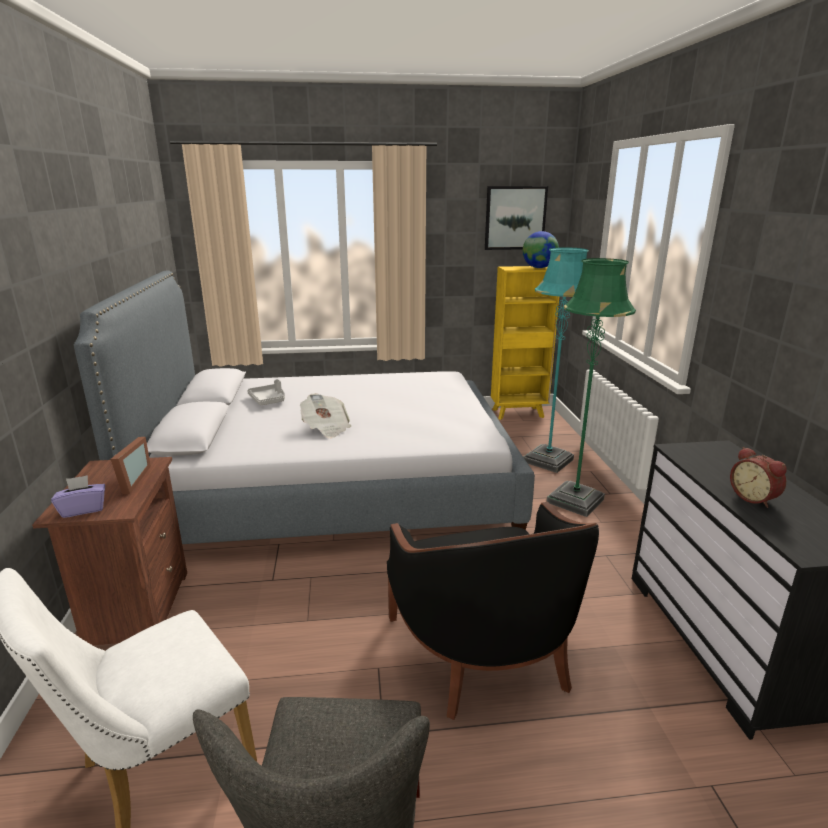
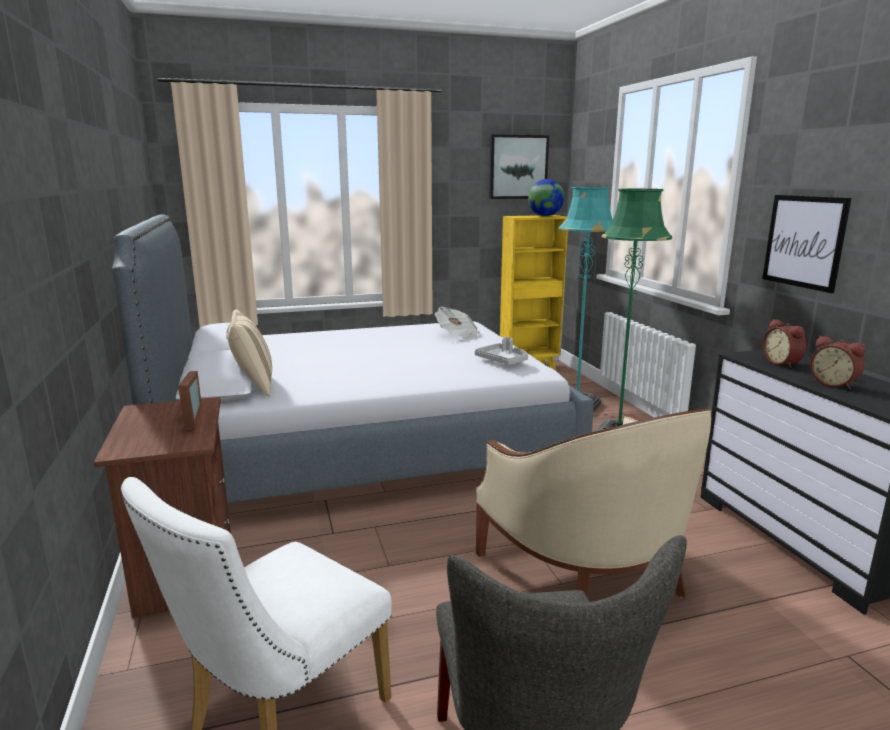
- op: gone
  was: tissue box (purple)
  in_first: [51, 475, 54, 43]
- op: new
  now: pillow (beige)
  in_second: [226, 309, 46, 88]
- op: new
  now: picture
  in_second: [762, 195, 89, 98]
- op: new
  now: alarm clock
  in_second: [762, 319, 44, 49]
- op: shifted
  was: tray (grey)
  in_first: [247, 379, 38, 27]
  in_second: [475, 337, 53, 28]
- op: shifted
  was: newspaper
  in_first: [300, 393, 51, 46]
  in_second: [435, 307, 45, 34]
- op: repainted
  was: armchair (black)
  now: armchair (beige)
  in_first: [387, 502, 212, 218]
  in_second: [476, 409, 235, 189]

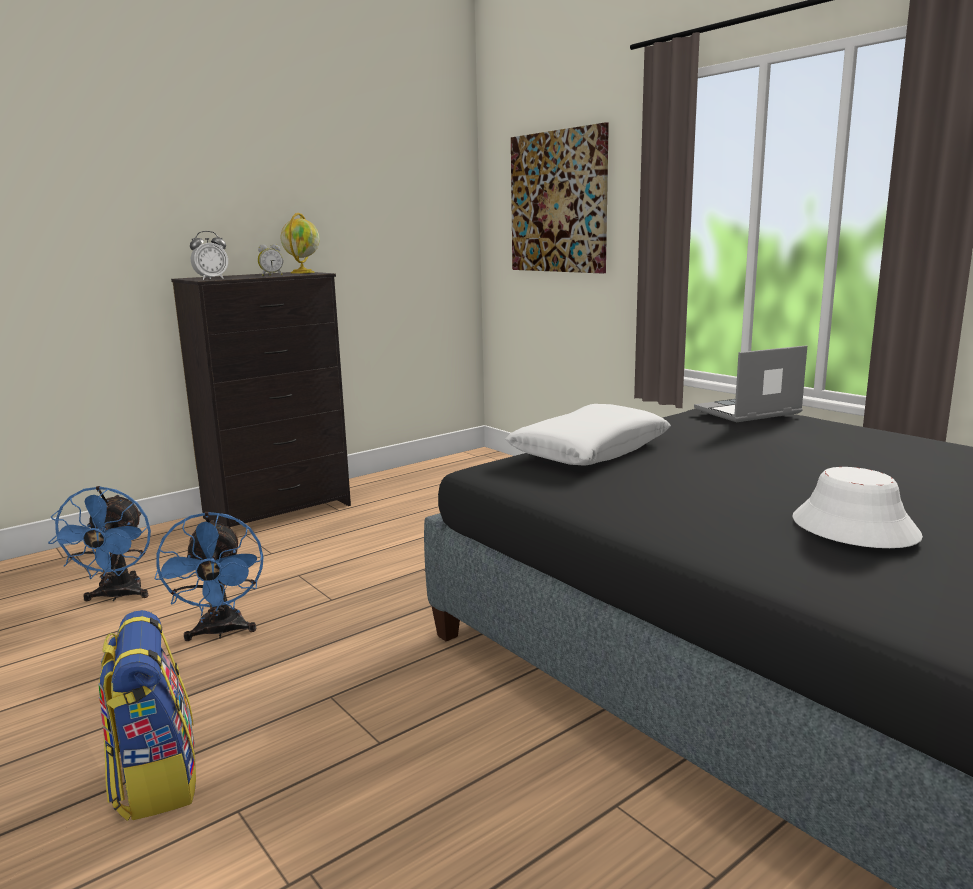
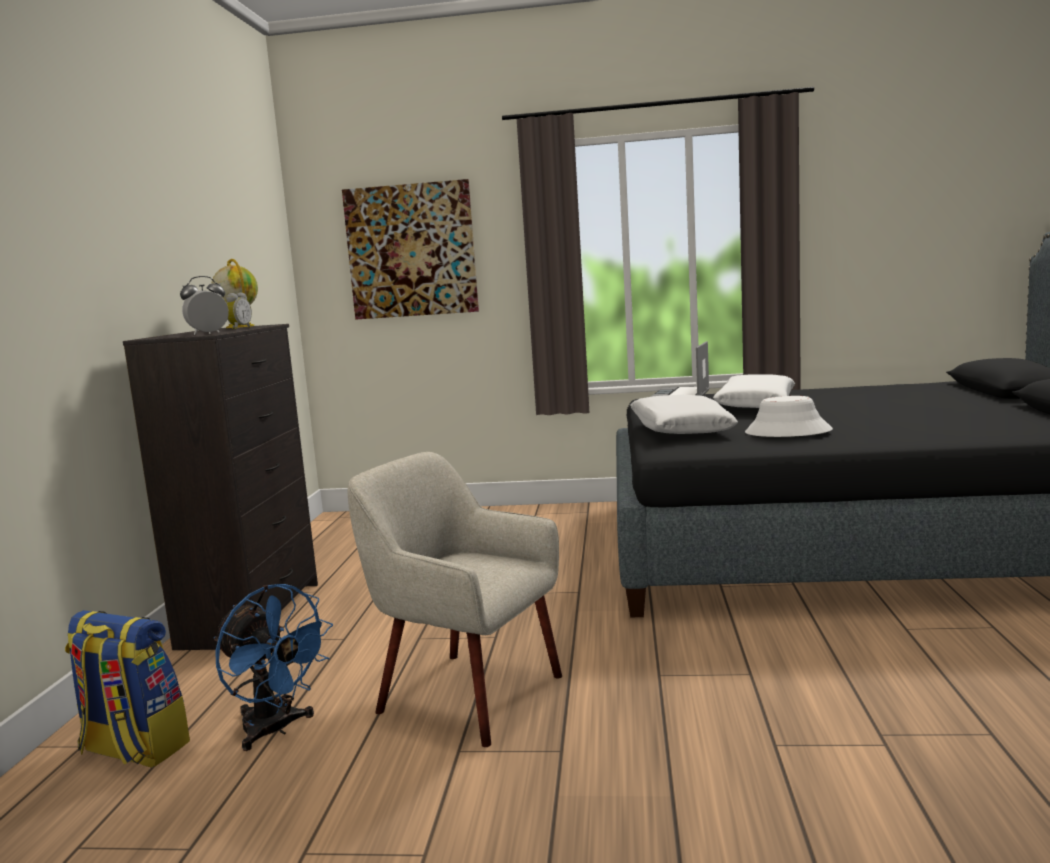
- op: new
  now: pillow (white)
  in_second: [713, 374, 82, 34]
- op: shifted
  was: backpack
  in_first: [98, 610, 98, 211]
  in_second: [65, 610, 125, 158]
- op: shifted
  was: hat (white)
  in_first: [793, 467, 130, 81]
  in_second: [745, 396, 88, 41]
- op: swapped
  was: fan (blue)
  now: armchair (beige)
  in_first: [155, 512, 108, 129]
  in_second: [348, 452, 214, 295]
- op: rotated
  was: alarm clock
  in_first: [190, 231, 38, 49]
  in_second: [180, 276, 49, 59]
  clockwise: -135

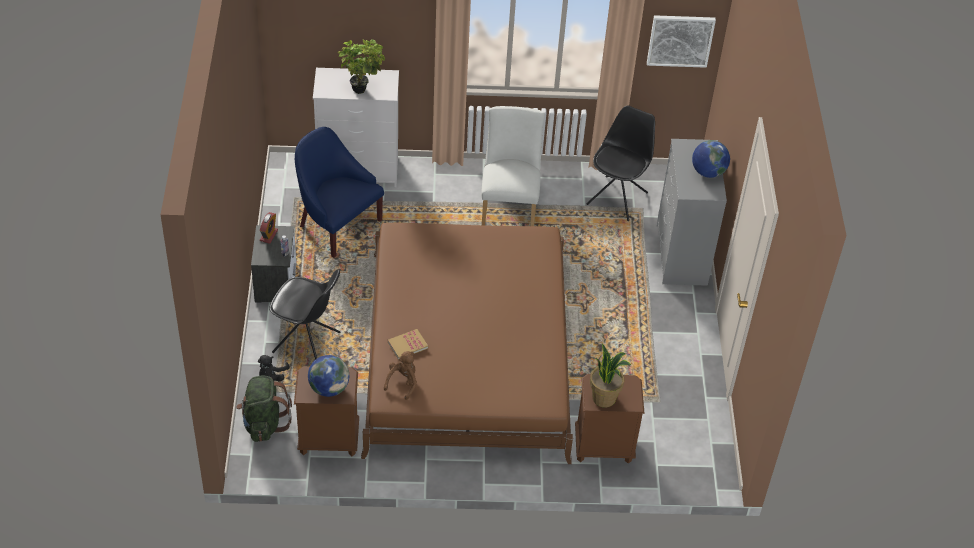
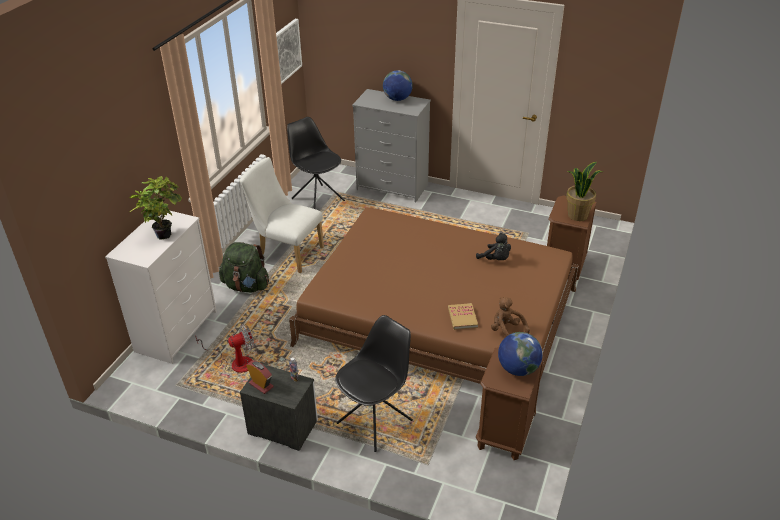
- op: shifted
  was: backpack (green)
  in_first: [236, 375, 56, 67]
  in_second: [219, 242, 50, 50]
- op: shifted
  was: plush toy (black)
  in_first: [258, 355, 32, 27]
  in_second: [476, 233, 35, 27]
- op: swapped
  was: armchair (blue)
  now: fan
  in_first: [295, 127, 89, 131]
  in_second: [195, 324, 59, 49]

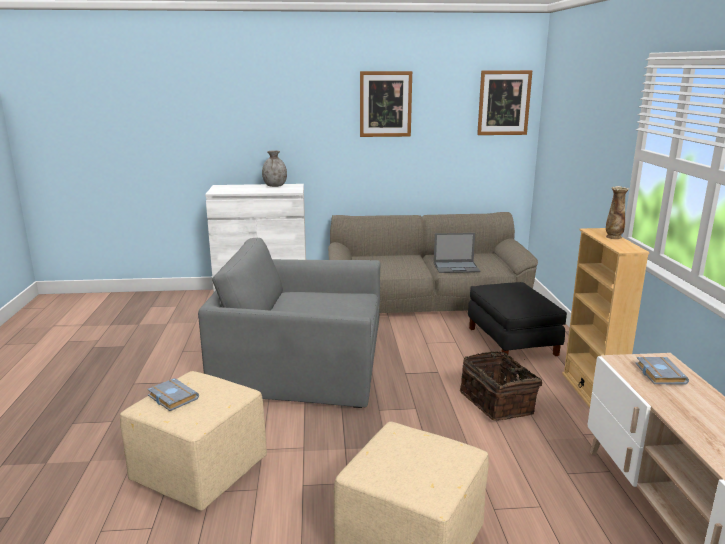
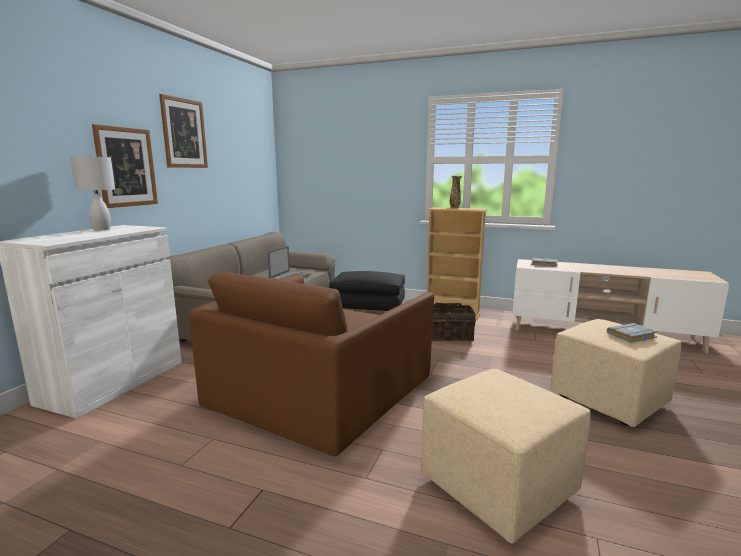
- op: shifted
  was: book (grey)
  in_first: [147, 378, 52, 33]
  in_second: [607, 323, 51, 20]
- op: shifted
  was: picture
  in_first: [477, 70, 55, 65]
  in_second: [92, 124, 66, 84]
- op: swapped
  was: vase (grey)
  now: table lamp (white)
  in_first: [262, 151, 25, 36]
  in_second: [71, 156, 44, 75]
- op: repainted
  was: armchair (grey)
  now: armchair (brown)
  in_first: [198, 238, 183, 170]
  in_second: [189, 272, 245, 184]

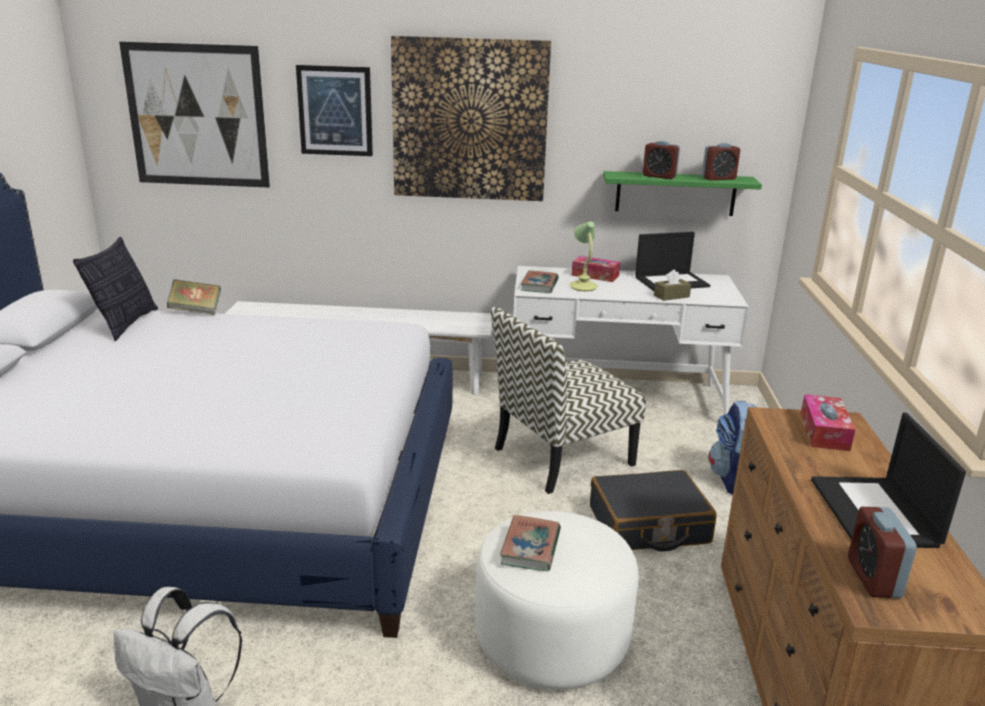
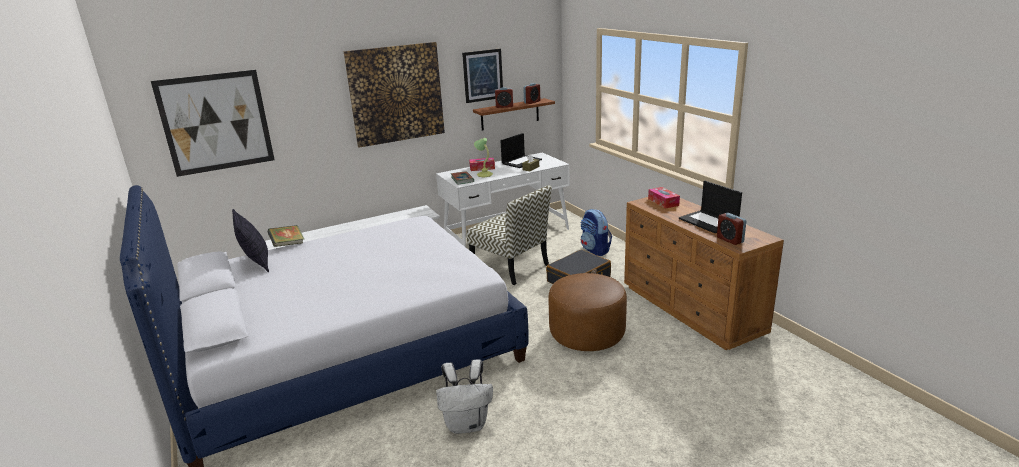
- op: gone
  was: book
  in_first: [500, 515, 61, 56]
- op: shifted
  was: picture
  in_first: [296, 65, 77, 91]
  in_second: [462, 49, 41, 54]
- op: repainted
  was: ottoman (white)
  now: ottoman (brown)
  in_first: [475, 511, 164, 179]
  in_second: [548, 273, 79, 78]
- op: repainted
  was: shelf (green)
  now: shelf (brown)
  in_first: [603, 171, 159, 45]
  in_second: [473, 98, 82, 32]
- op: rotated
  was: chair
  in_first: [491, 307, 155, 187]
  in_second: [466, 185, 86, 100]
  clockwise: -75

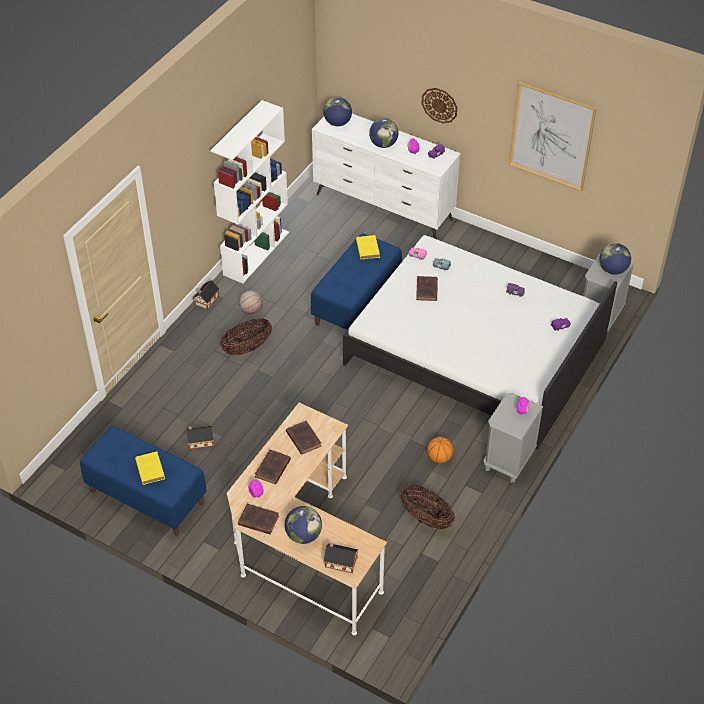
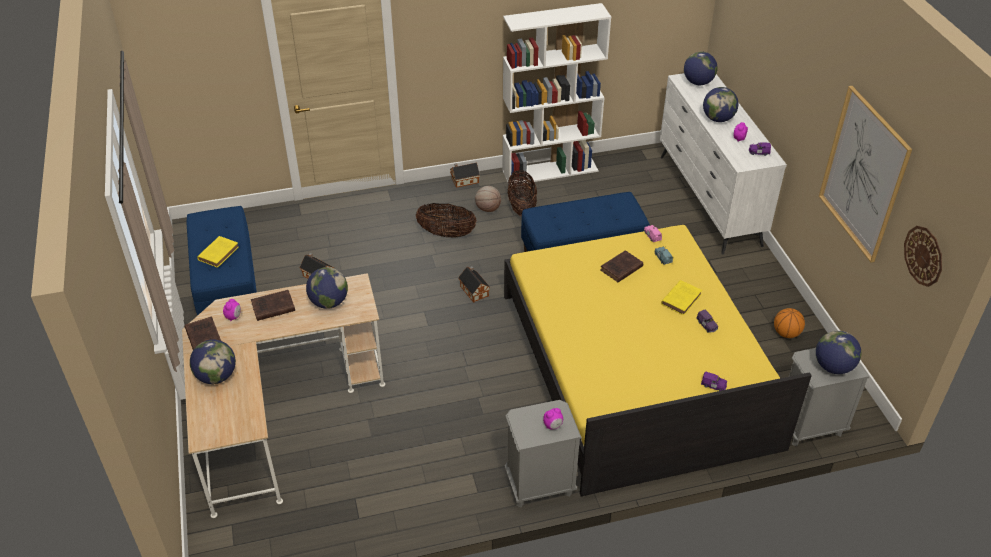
- op: shifted
  was: toy house
  in_first: [323, 542, 36, 31]
  in_second: [458, 266, 32, 37]
- op: shifted
  was: book (yellow)
  in_first: [356, 235, 24, 24]
  in_second: [661, 280, 41, 35]
- op: shifted
  was: basket
  in_first: [400, 484, 55, 46]
  in_second: [508, 170, 29, 46]
- op: shifted
  was: wall clock
  in_first: [421, 88, 36, 35]
  in_second: [904, 226, 38, 61]
- op: shifted
  was: basketball
  in_first: [427, 437, 26, 26]
  in_second: [774, 308, 31, 30]
- op: swapped
  was: book (brown)
  now: globe
  in_first: [286, 421, 35, 34]
  in_second: [306, 267, 42, 42]
- op: repainted
  was: bed (white)
  now: bed (yellow)
  in_first: [343, 235, 274, 215]
  in_second: [504, 225, 308, 271]

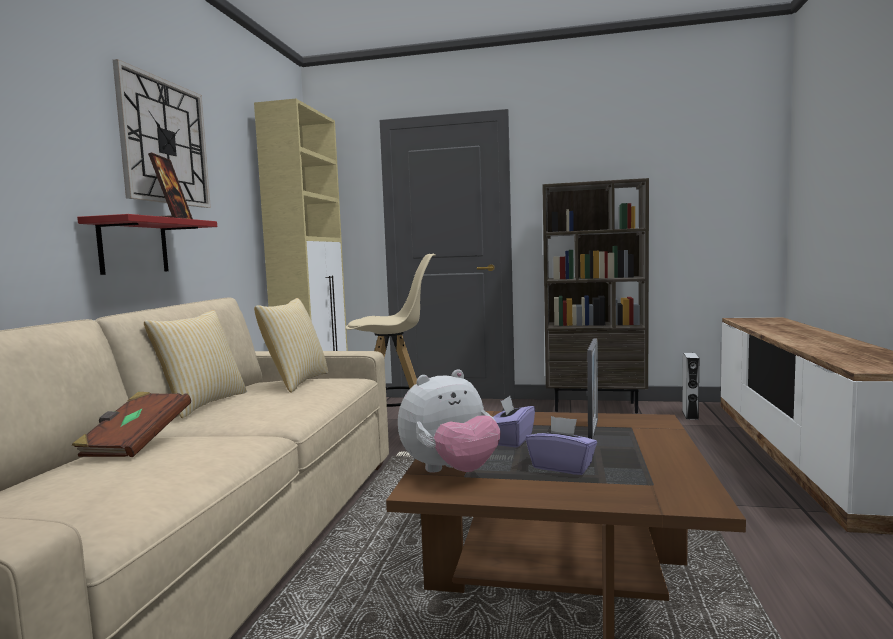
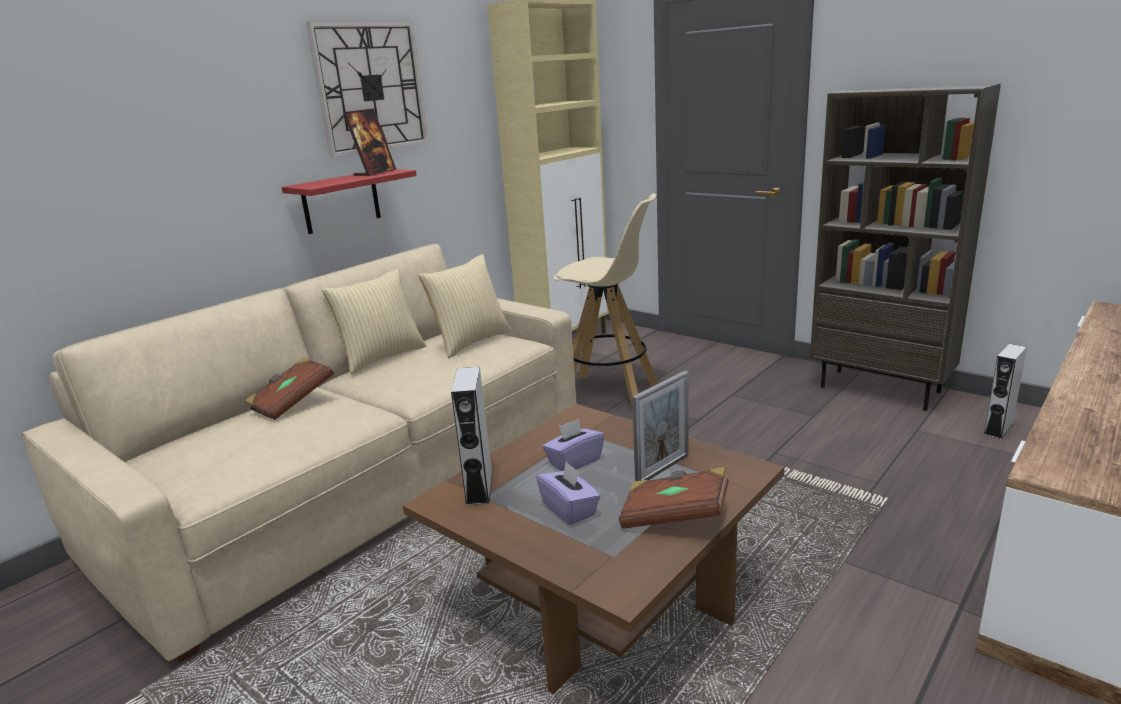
- op: new
  now: book (brown)
  in_second: [619, 467, 110, 62]
- op: swapped
  was: plush toy
  now: speaker (grey)
  in_first: [398, 369, 103, 104]
  in_second: [451, 367, 42, 138]

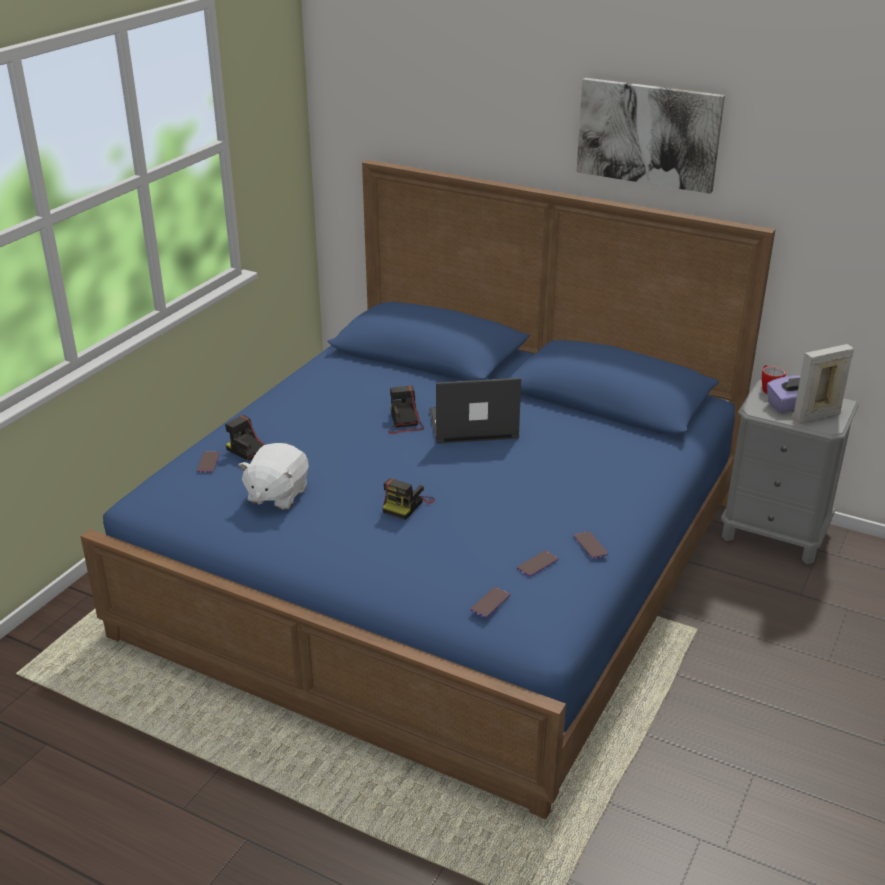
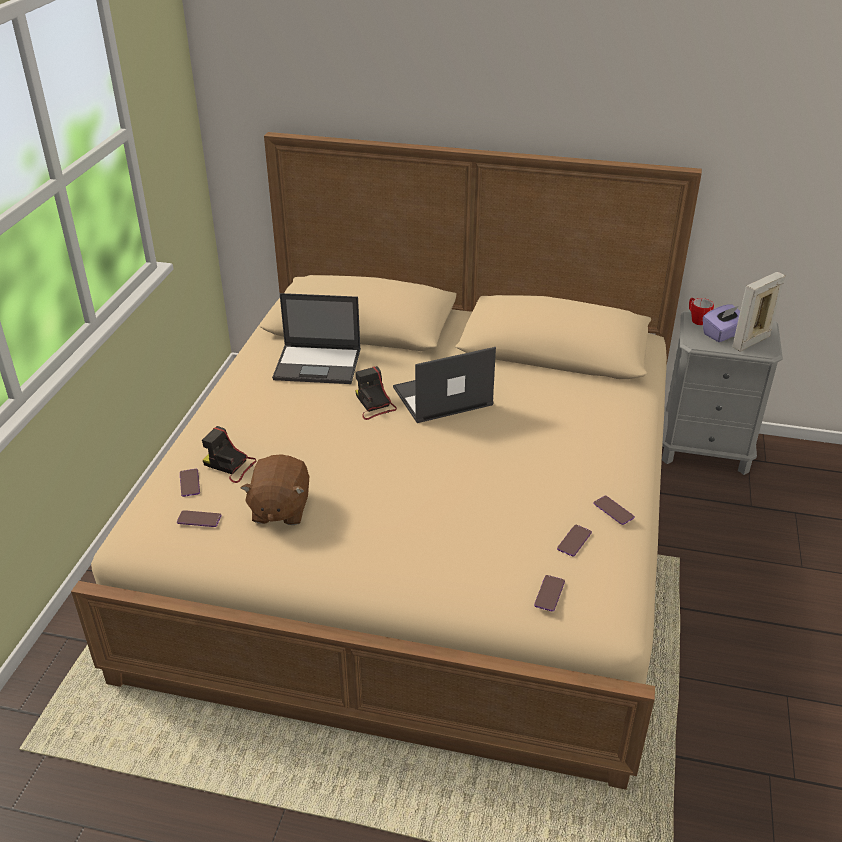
- op: gone
  was: photo camera
  in_first: [383, 478, 52, 42]
- op: gone
  was: picture
  in_first: [576, 78, 149, 116]
- op: new
  now: phone
  in_second: [177, 510, 45, 17]
- op: new
  now: laptop
  in_second: [272, 293, 89, 91]
- op: repainted
  was: bed (blue)
  now: bed (beige)
  in_first: [80, 160, 696, 659]
  in_second: [71, 132, 631, 658]
- op: repainted
  was: plush toy (white)
  now: plush toy (brown)
  in_first: [239, 443, 70, 67]
  in_second: [241, 454, 68, 71]

